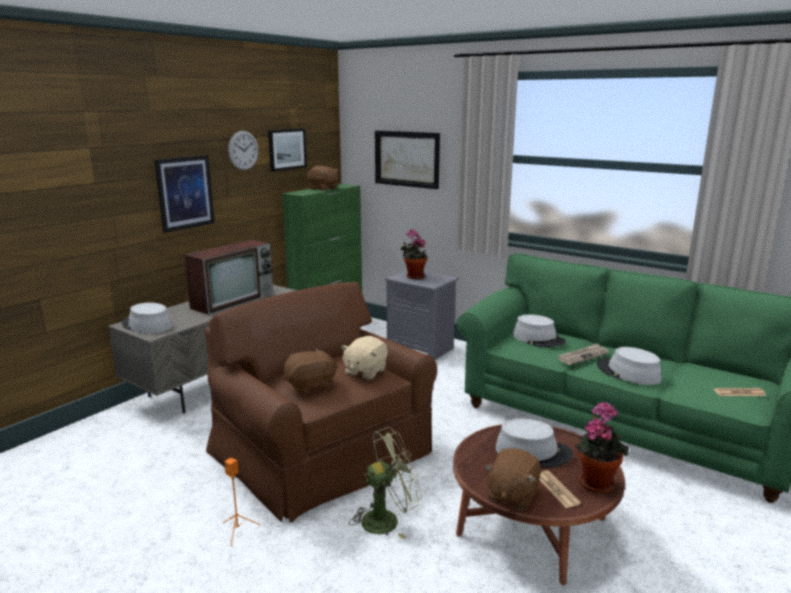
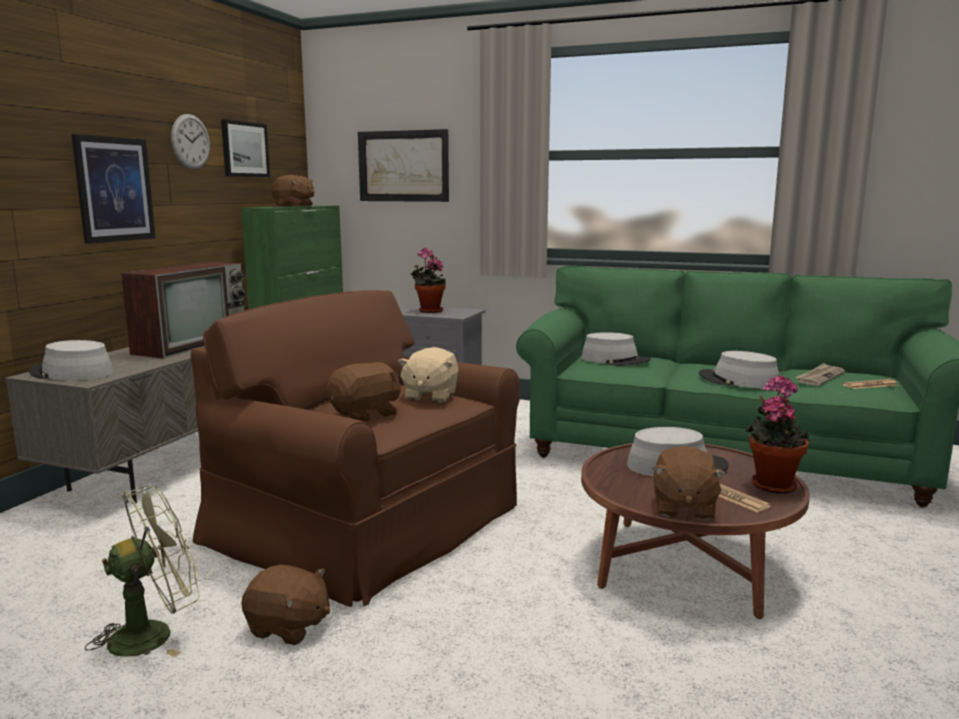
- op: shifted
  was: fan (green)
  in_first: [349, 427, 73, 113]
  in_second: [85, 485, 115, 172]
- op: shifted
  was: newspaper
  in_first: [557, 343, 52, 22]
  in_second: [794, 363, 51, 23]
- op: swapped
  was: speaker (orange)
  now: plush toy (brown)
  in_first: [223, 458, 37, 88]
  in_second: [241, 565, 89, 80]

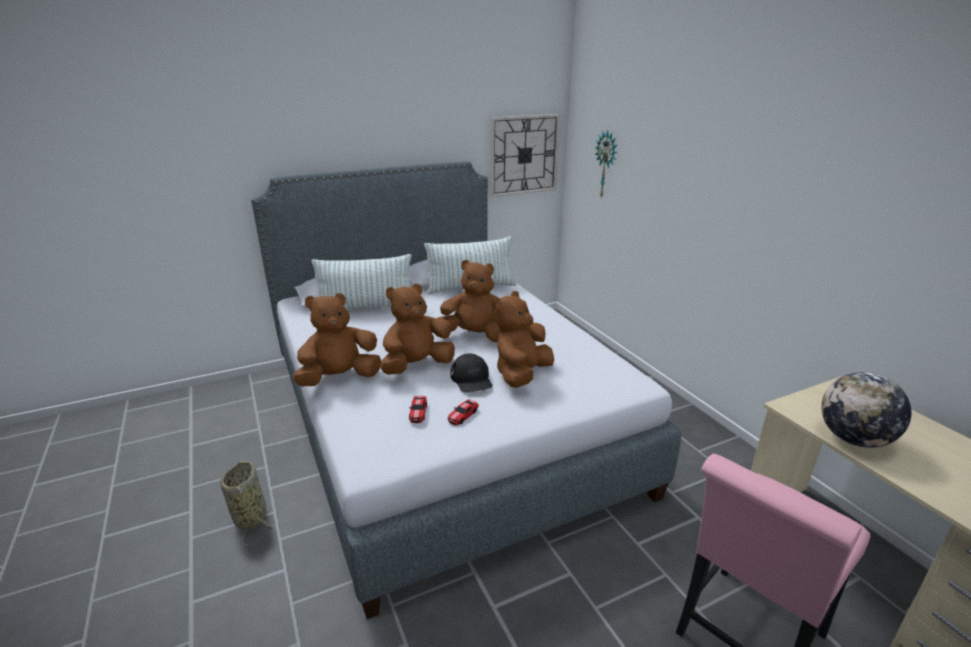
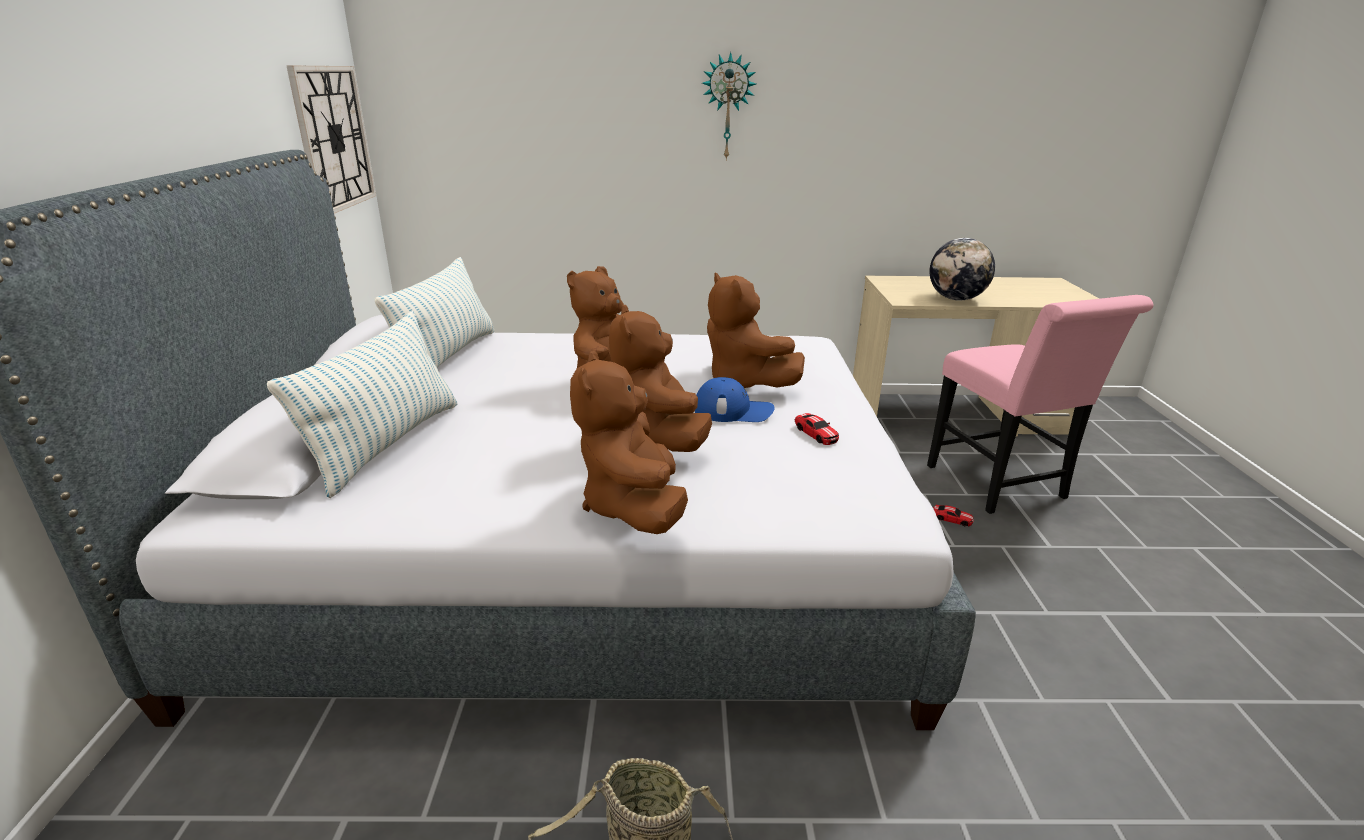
- op: shifted
  was: toy car
  in_first: [409, 396, 18, 27]
  in_second: [933, 505, 41, 21]
- op: shifted
  was: wall clock
  in_first: [595, 130, 22, 68]
  in_second: [702, 52, 54, 109]
- op: repainted
  was: cap (black)
  now: cap (blue)
  in_first: [450, 353, 43, 39]
  in_second: [695, 377, 80, 45]

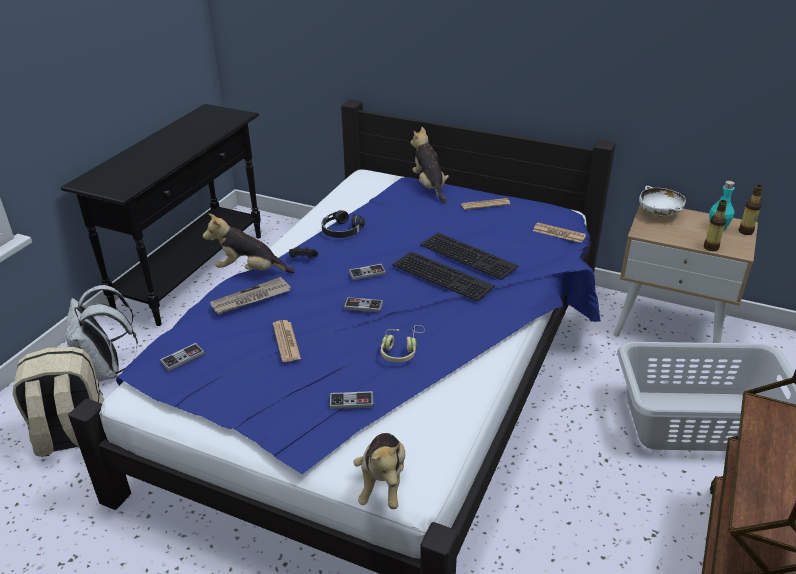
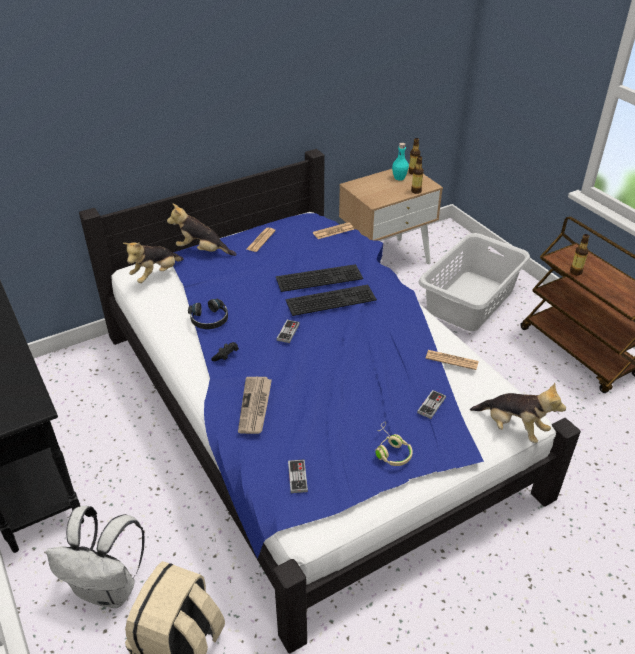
- op: gone
  was: game controller
  in_first: [344, 297, 39, 16]
- op: gone
  was: bowl (white)
  in_first: [639, 186, 47, 31]
- op: new
  now: bottle
  in_second: [570, 234, 19, 42]
- op: shifted
  was: plush toy
  in_first: [203, 213, 92, 60]
  in_second: [123, 242, 61, 41]
- op: shifted
  was: newspaper
  in_first: [273, 320, 28, 42]
  in_second: [425, 350, 54, 20]
- op: shifted
  was: headphones (beige)
  in_first: [380, 325, 45, 37]
  in_second: [375, 422, 38, 44]

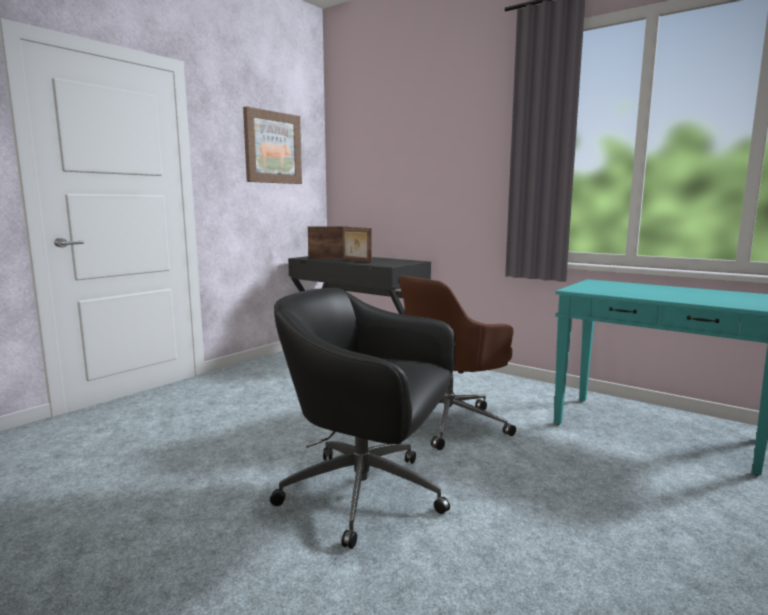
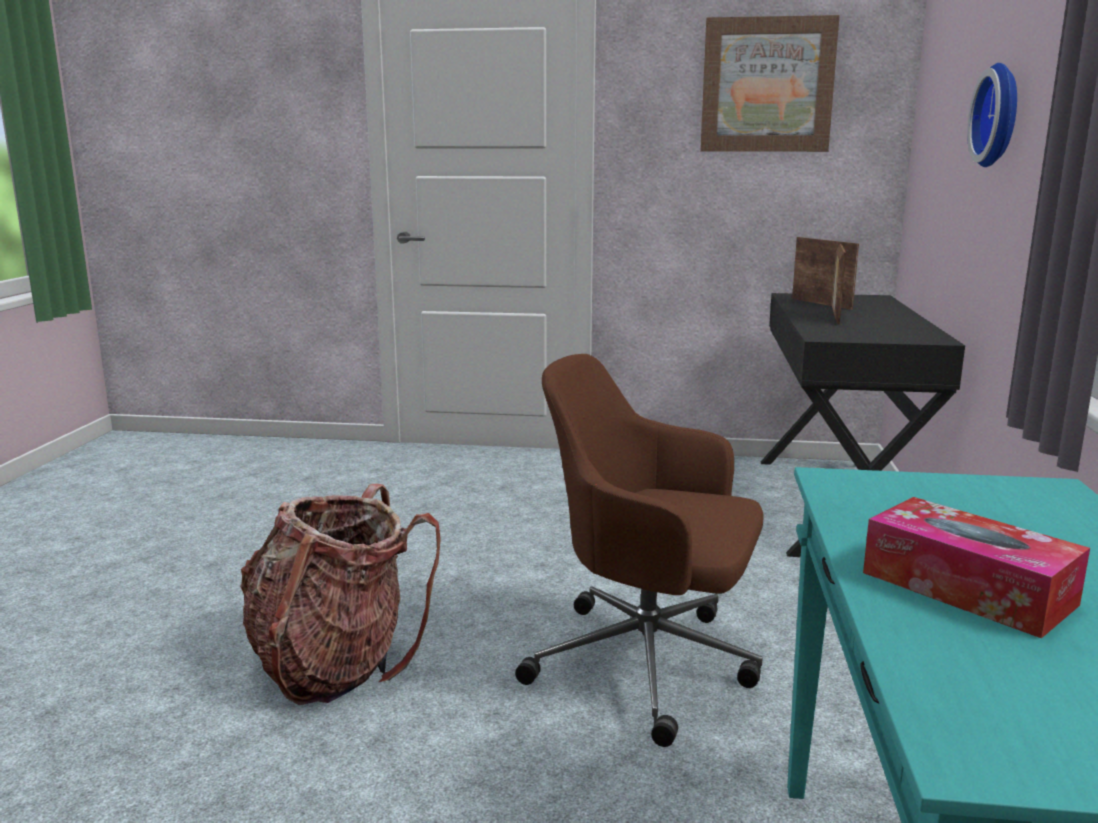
- op: new
  now: tissue box
  in_second: [863, 497, 227, 141]
- op: new
  now: wall clock
  in_second: [967, 63, 50, 104]
- op: swapped
  was: office chair (black)
  now: backpack
  in_first: [270, 288, 185, 261]
  in_second: [240, 483, 201, 222]

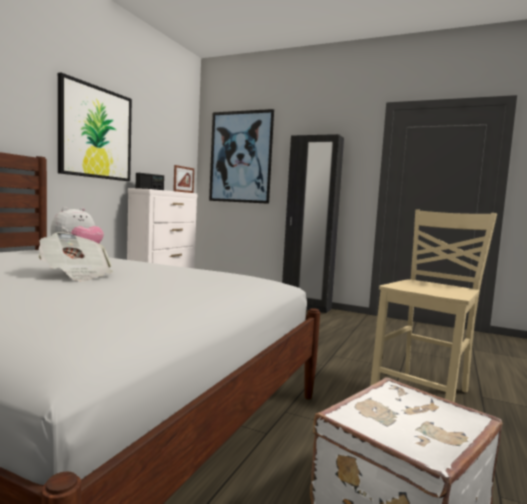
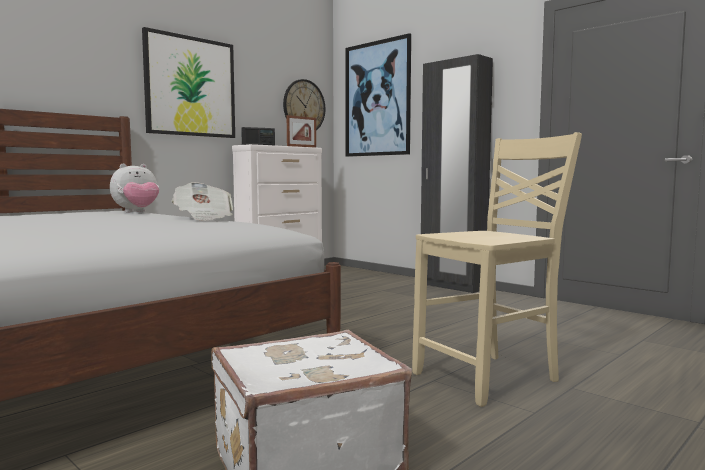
- op: new
  now: wall clock
  in_second: [283, 79, 42, 51]
- op: shifted
  was: newspaper
  in_first: [38, 232, 75, 49]
  in_second: [172, 182, 61, 39]

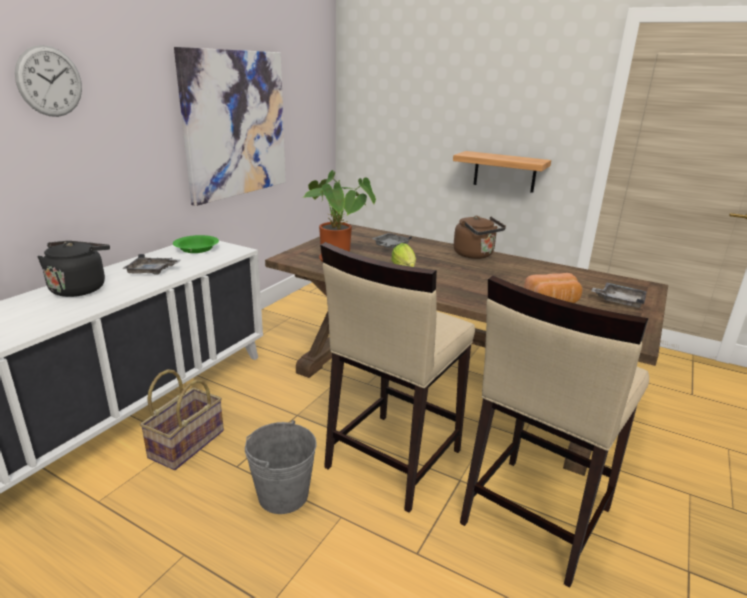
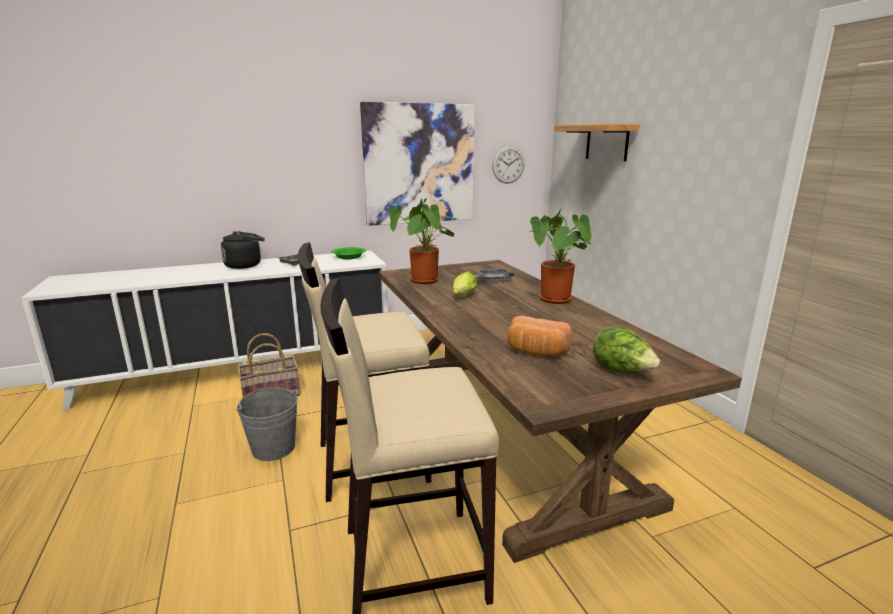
- op: shifted
  was: wall clock
  in_first: [15, 45, 67, 72]
  in_second: [492, 146, 32, 38]
- op: shifted
  was: shelf
  in_first: [453, 151, 98, 42]
  in_second: [554, 124, 86, 37]
- op: swapped
  was: kettle (brown)
  now: potted plant
  in_first: [453, 216, 53, 43]
  in_second: [528, 207, 65, 97]
- op: swapped
  was: tray (grey)
  now: lettuce
  in_first: [592, 283, 55, 25]
  in_second: [593, 326, 67, 47]

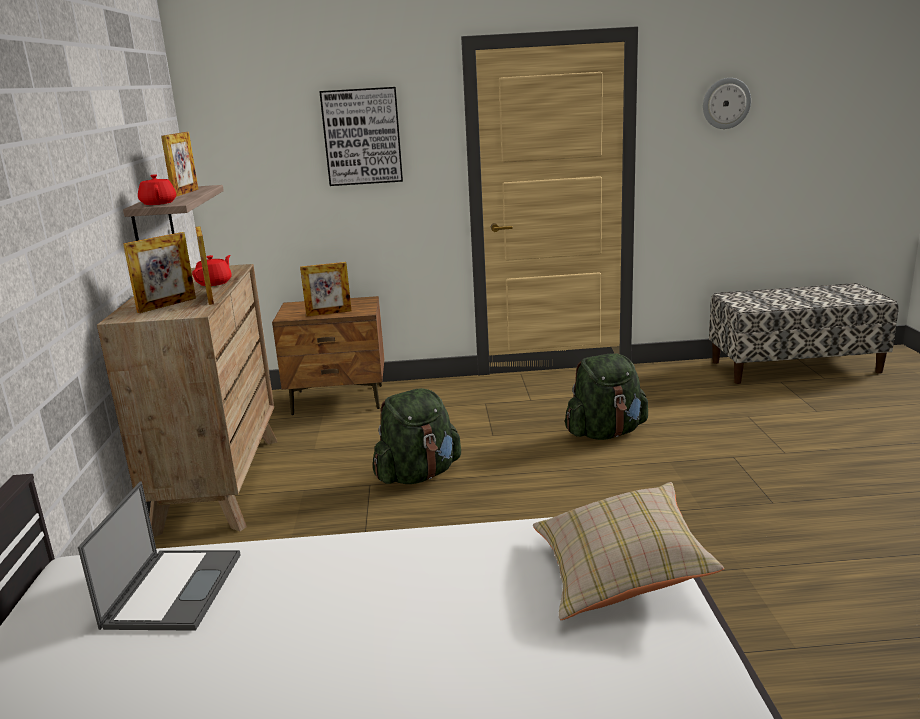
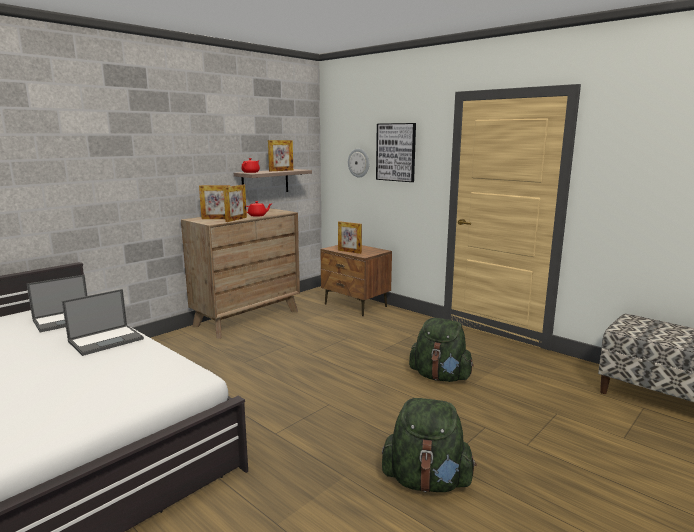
- op: gone
  was: pillow (beige)
  in_first: [533, 482, 191, 138]
- op: new
  now: laptop
  in_second: [62, 289, 82, 67]
- op: shifted
  was: backpack (green)
  in_first: [373, 388, 88, 96]
  in_second: [382, 398, 95, 94]
- op: shifted
  was: wall clock
  in_first: [703, 78, 48, 51]
  in_second: [348, 148, 21, 29]

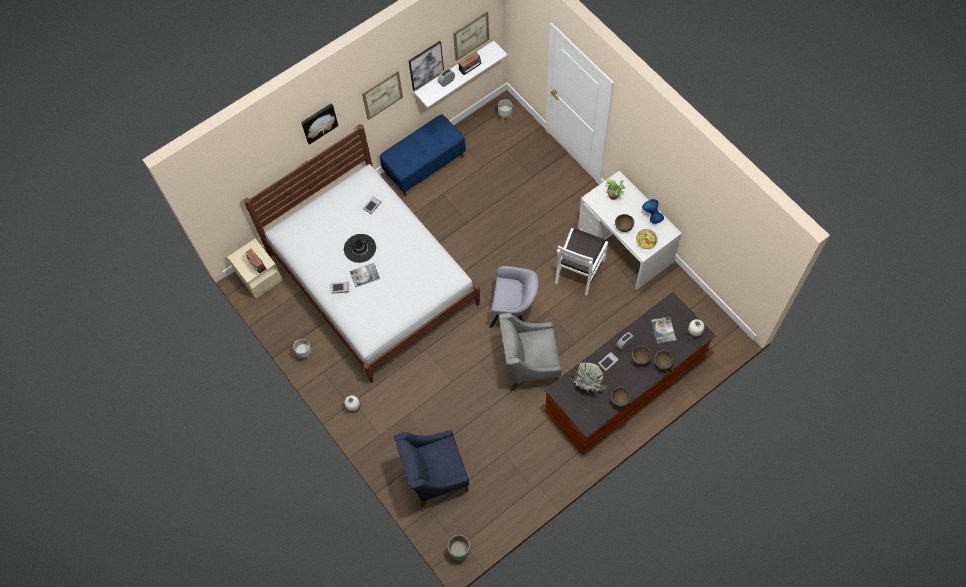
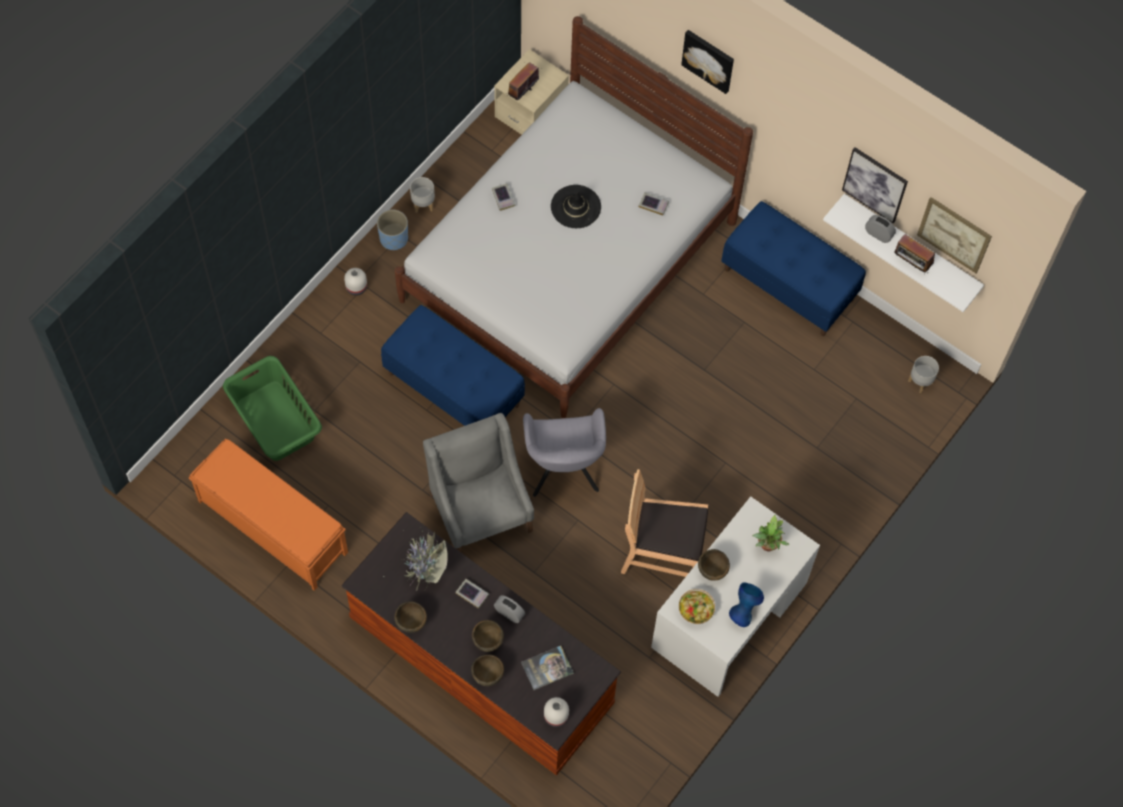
- op: gone
  was: book
  in_first: [350, 263, 30, 24]
- op: gone
  was: picture
  in_first: [362, 71, 41, 49]
- op: new
  now: bench (orange)
  in_second: [189, 438, 159, 153]
- op: new
  now: bench (blue)
  in_second: [381, 305, 144, 121]
- op: shifted
  was: planter (blue)
  in_first: [447, 535, 23, 26]
  in_second: [377, 210, 31, 40]
- op: swapped
  was: armchair (blue)
  now: laundry basket (green)
  in_first: [394, 430, 75, 78]
  in_second: [223, 356, 99, 105]
- op: repainted
  was: chair (white)
  now: chair (brown)
  in_first: [555, 228, 53, 67]
  in_second: [621, 469, 87, 108]

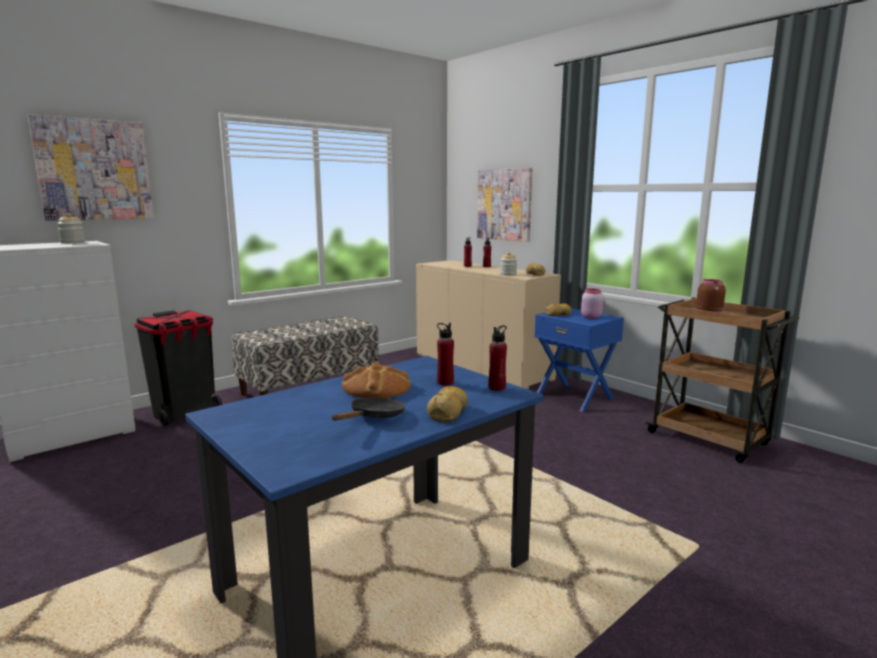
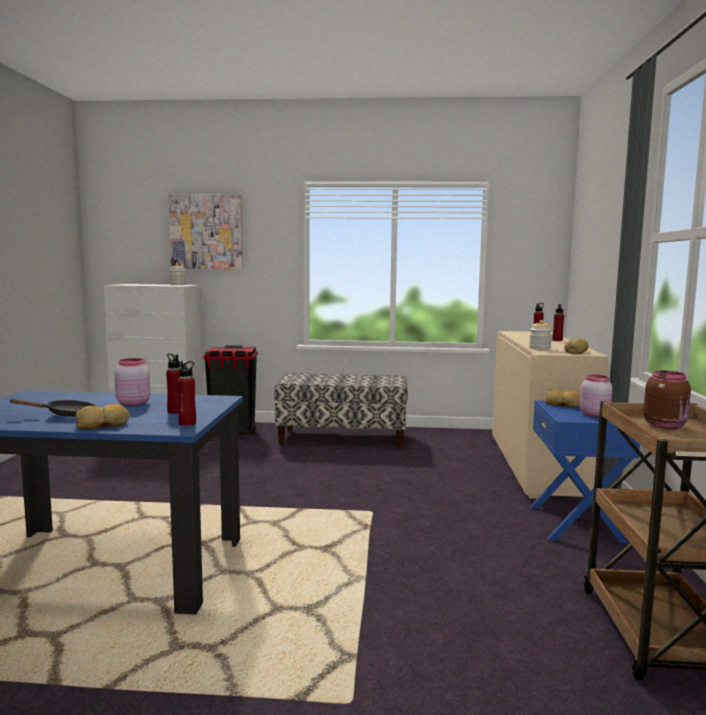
- op: gone
  was: picture
  in_first: [477, 168, 56, 74]
- op: swapped
  was: bread
  now: jar (pink)
  in_first: [342, 362, 69, 36]
  in_second: [114, 358, 36, 48]

